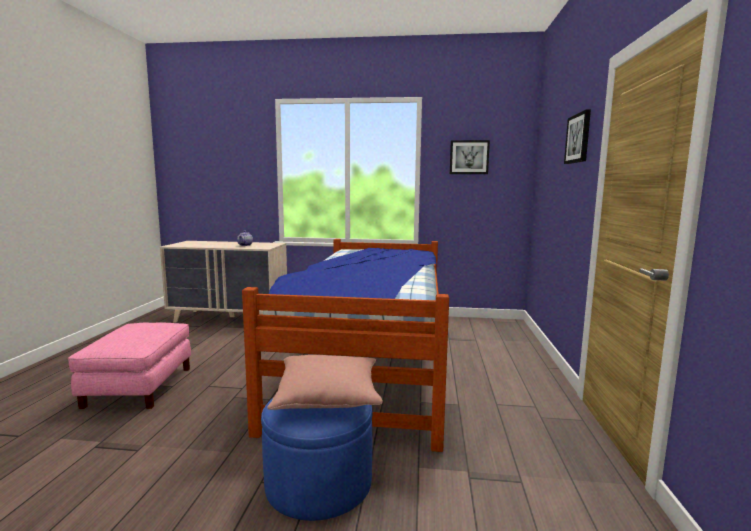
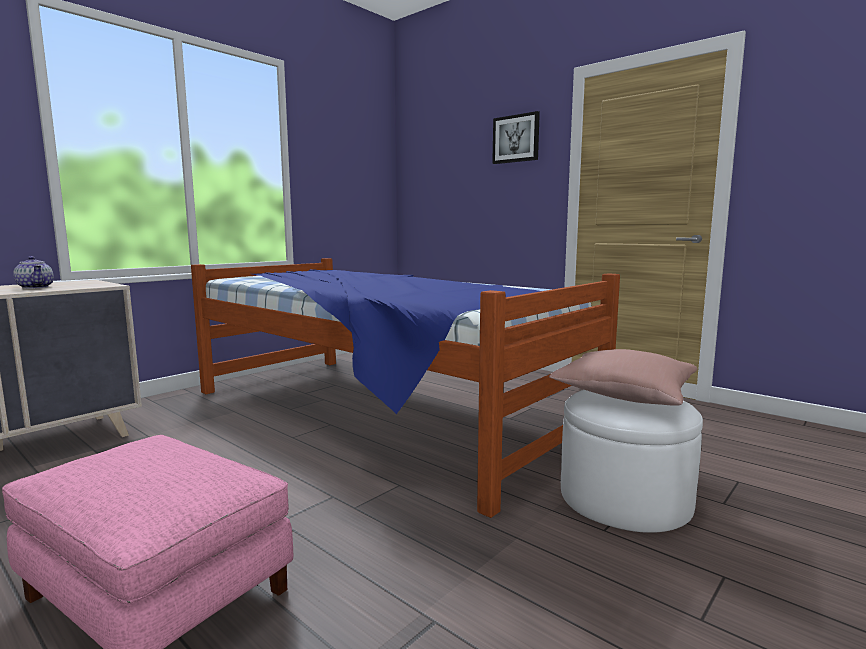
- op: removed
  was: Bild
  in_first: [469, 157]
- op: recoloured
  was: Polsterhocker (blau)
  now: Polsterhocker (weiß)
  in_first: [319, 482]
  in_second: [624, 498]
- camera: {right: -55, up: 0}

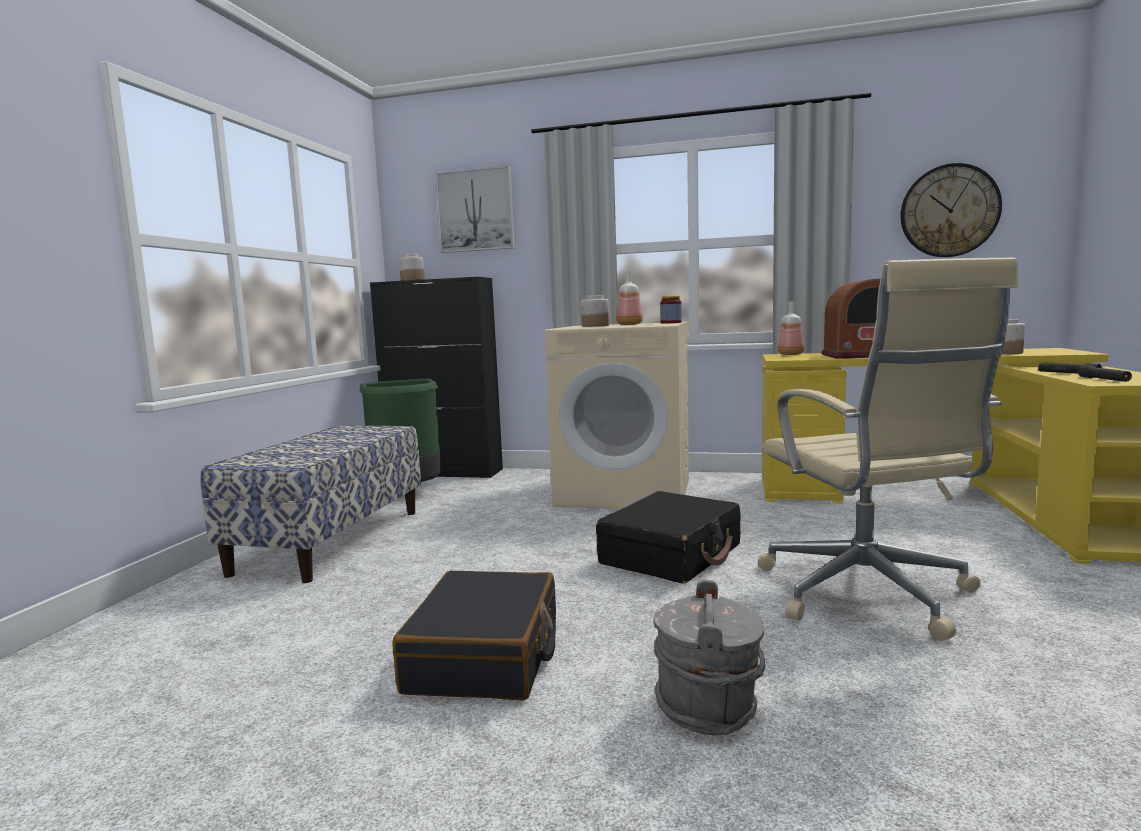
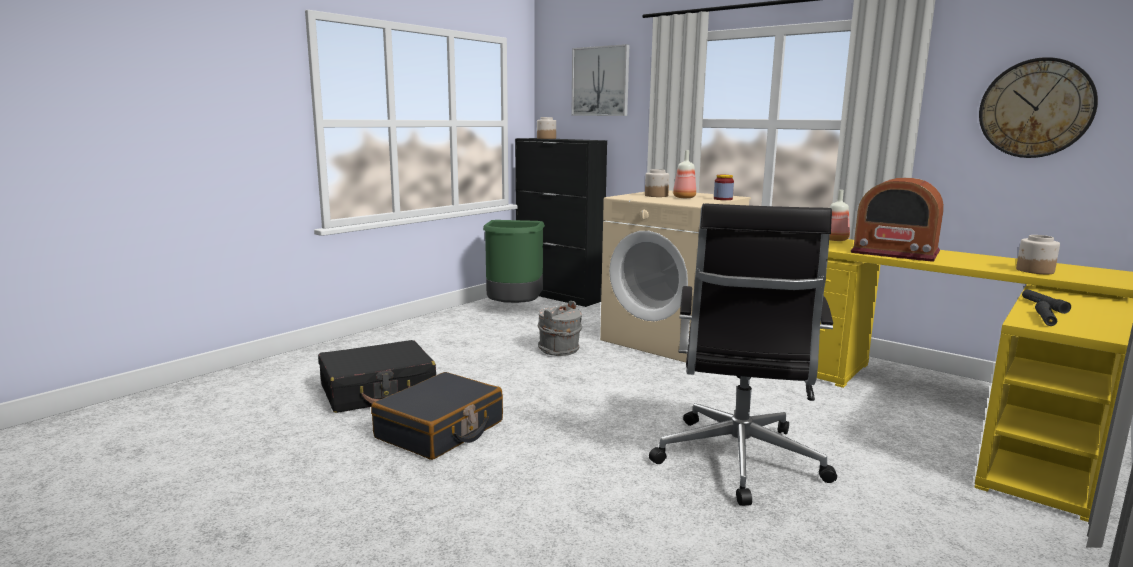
- op: removed
  was: Bank
  in_first: [331, 540]
- op: moved
  was: Koffer (schwarz)
  in_first: [671, 554]
  in_second: [378, 391]
- op: moved
  was: Eimer (grau)
  in_first: [708, 708]
  in_second: [559, 350]
- op: recoloured
  was: Bürostuhl (beige)
  now: Bürostuhl (schwarz)
  in_first: [868, 595]
  in_second: [738, 462]
- camera: {right: 25, up: 5}

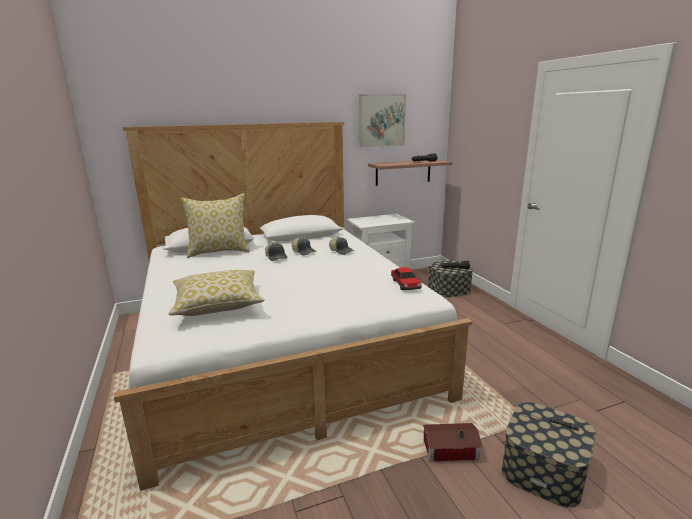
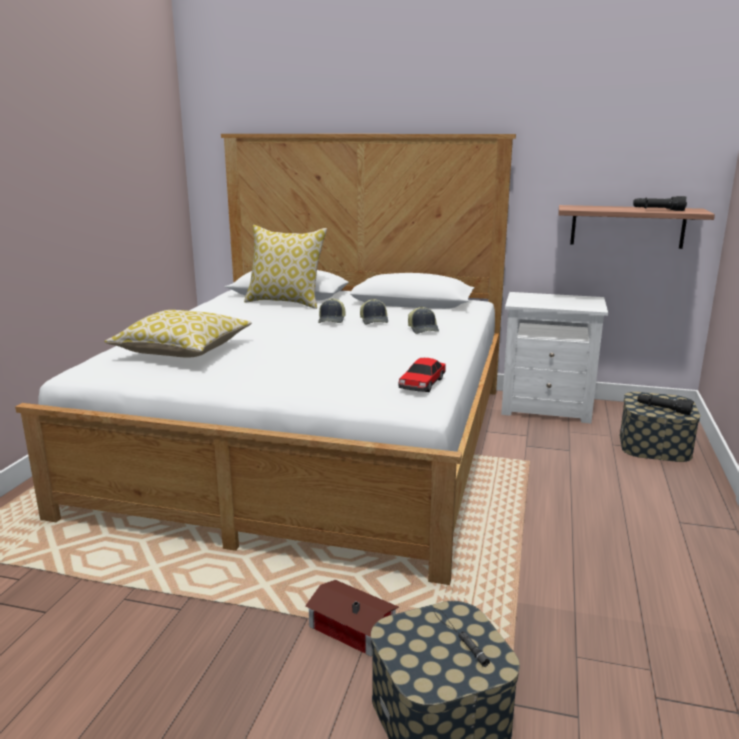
- op: removed
  was: Bild
  in_first: [381, 120]
- camera: {right: 35, up: 0}

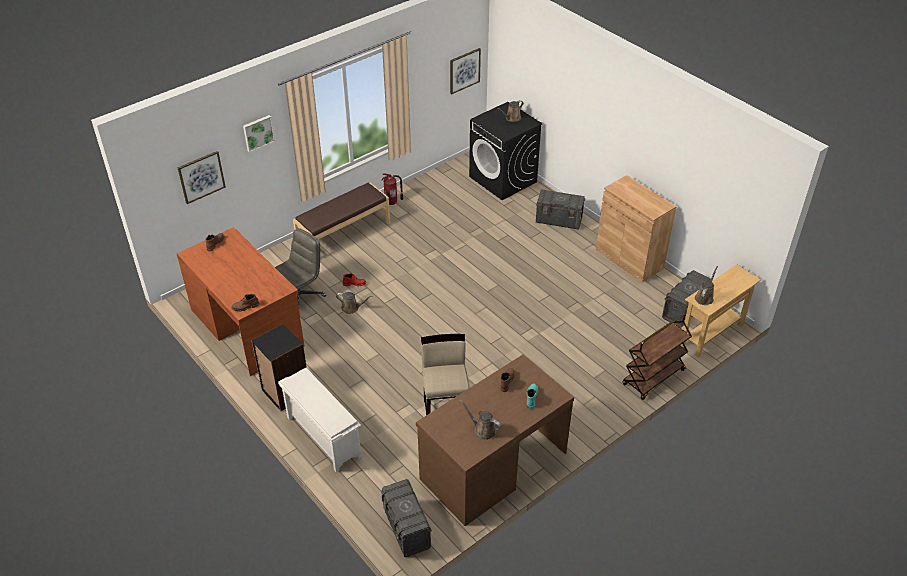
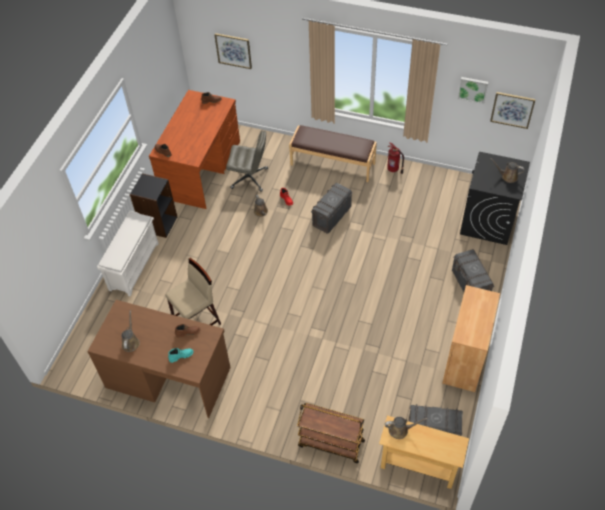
- op: moved
  was: Bild
  in_first: [258, 133]
  in_second: [473, 89]
- op: moved
  was: Aufbewahrungsbox (grau)
  in_first: [406, 529]
  in_second: [331, 216]
- camera: {right: 60, up: 10}

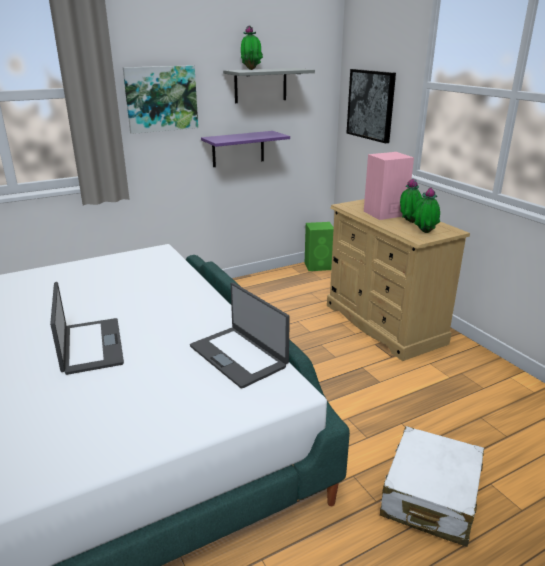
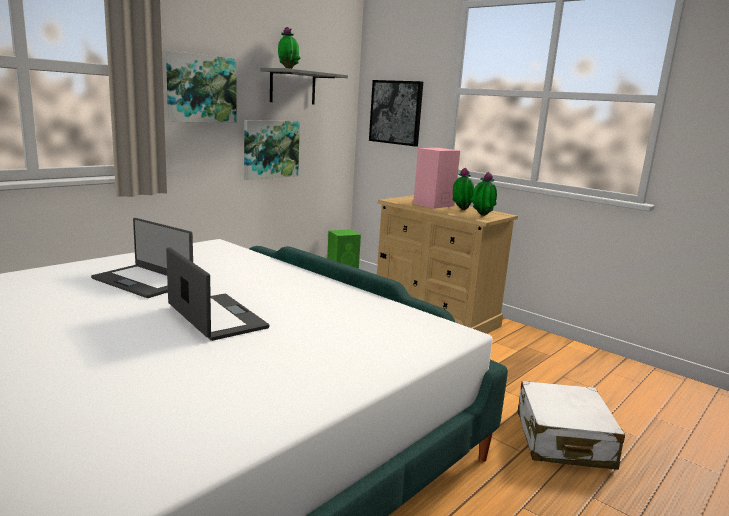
- op: moved
  was: Laptop
  in_first: [239, 356]
  in_second: [143, 281]
- op: replaced
  was: Wandregal (lila)
  now: Bild
  in_first: [238, 149]
  in_second: [270, 149]
- camera: {right: -20, up: -10}

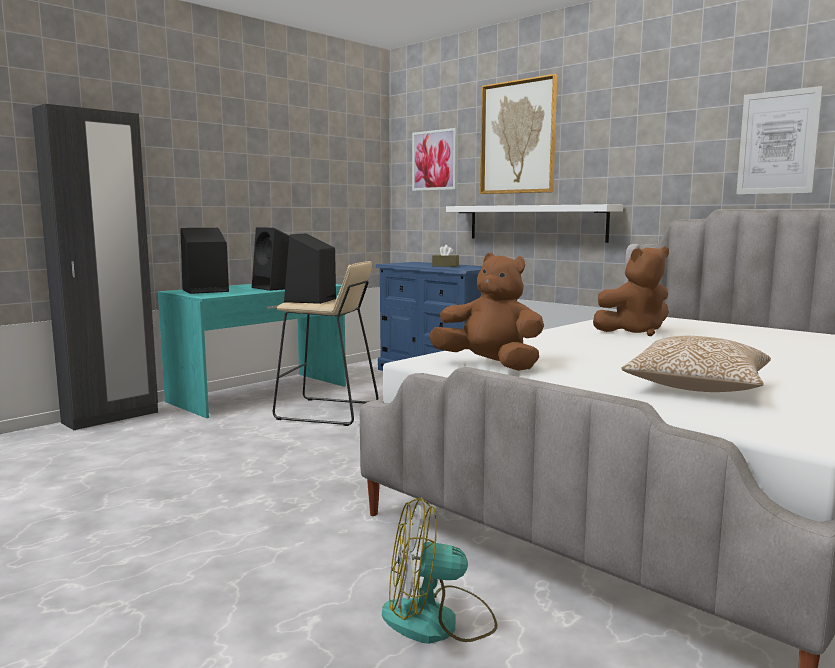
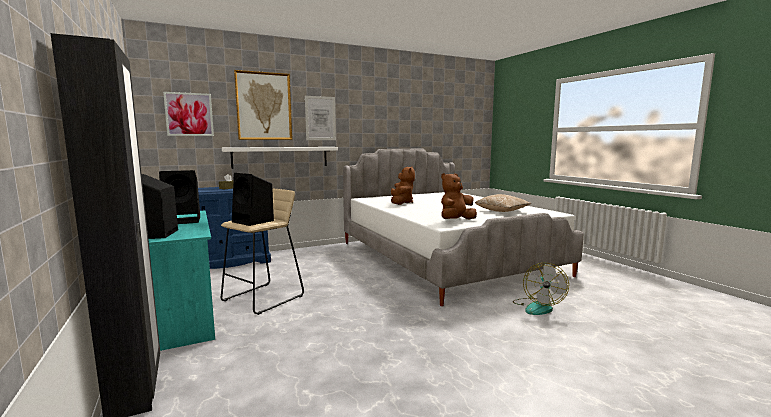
- op: moved
  was: Bild
  in_first: [778, 142]
  in_second: [320, 118]
- camera: {right: -70, up: 0}

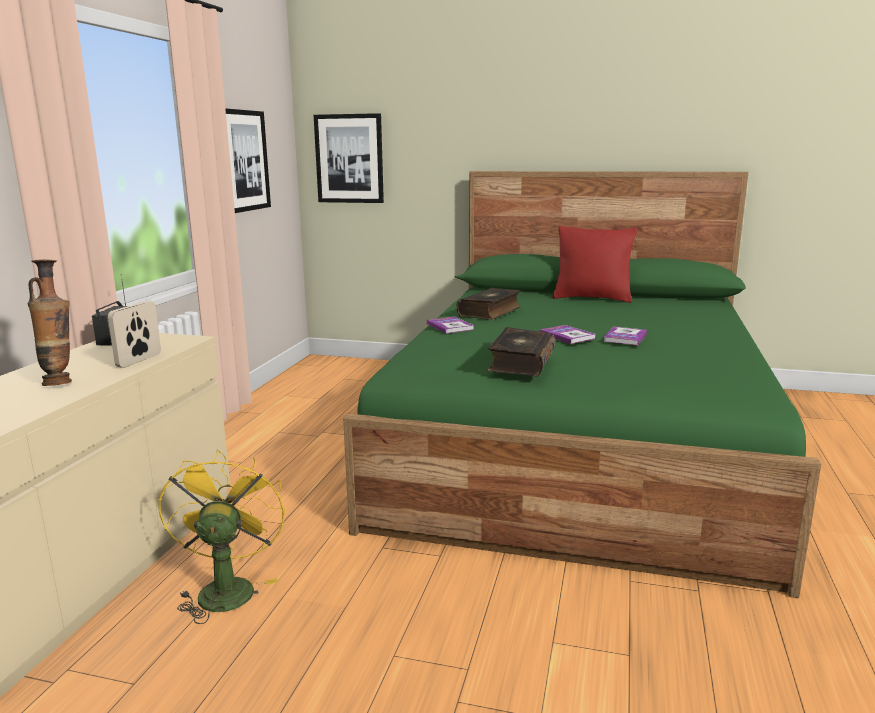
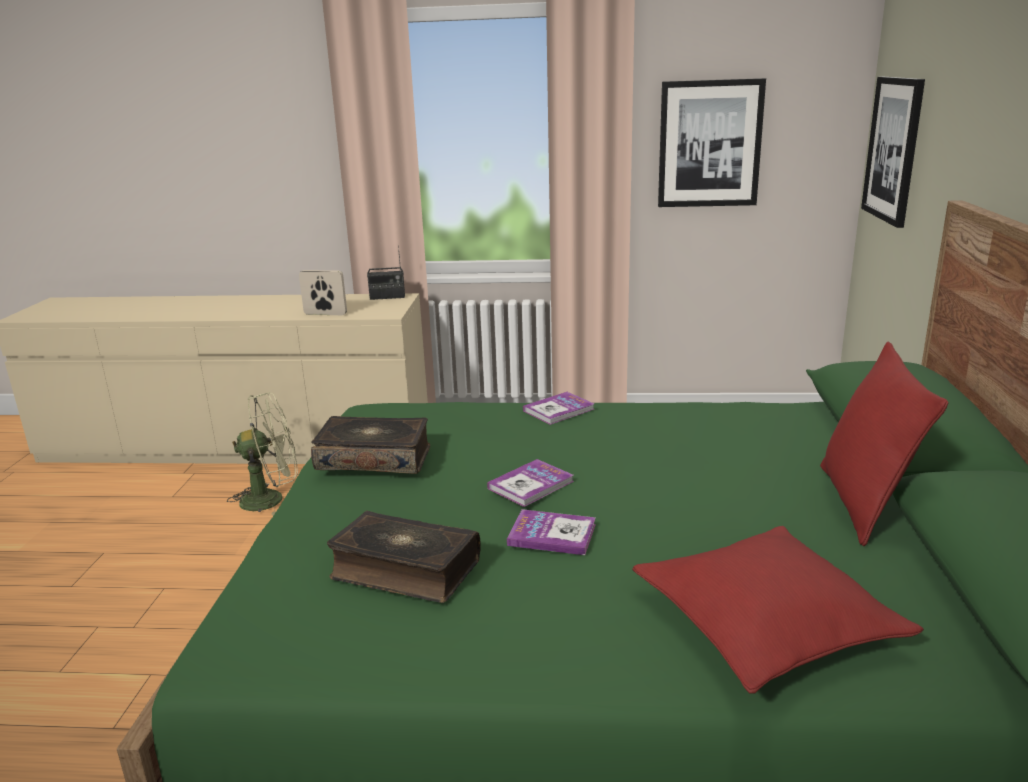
- op: removed
  was: Vase
  in_first: [60, 382]
- op: added
  now: Kissen (rot)
  in_second: [765, 623]
- op: moved
  was: Buch
  in_first: [490, 312]
  in_second: [404, 570]
- op: recoloured
  was: Ventilator (gelb)
  now: Ventilator (grün)
  in_first: [226, 588]
  in_second: [272, 499]
- camera: {right: 80, up: 5}

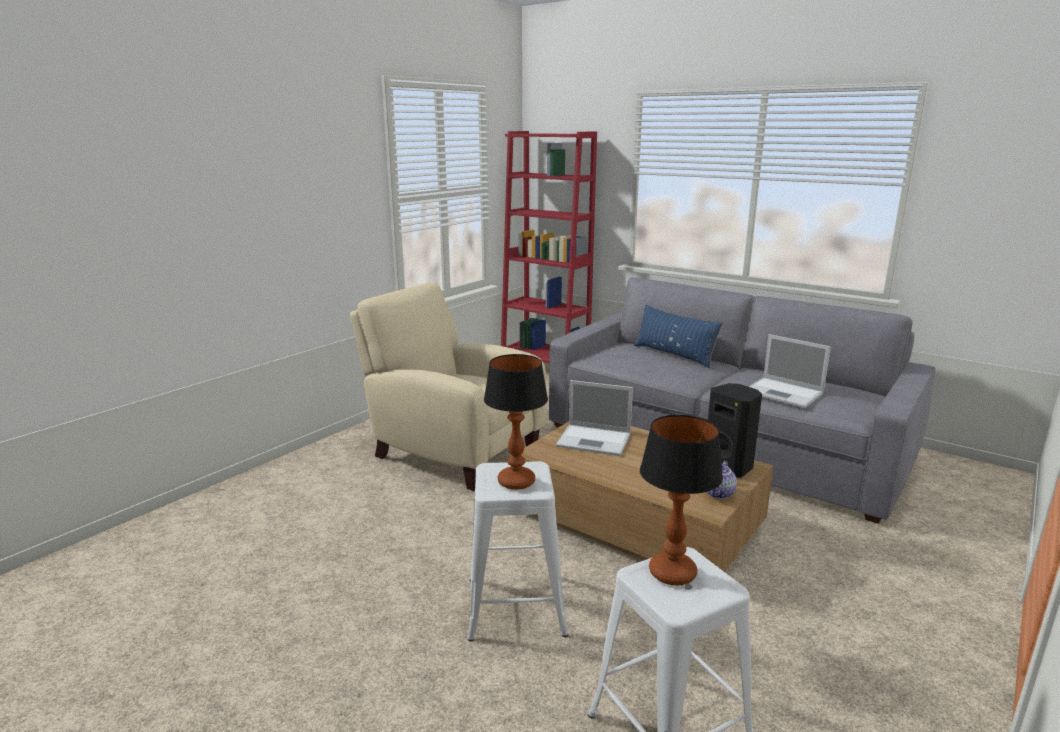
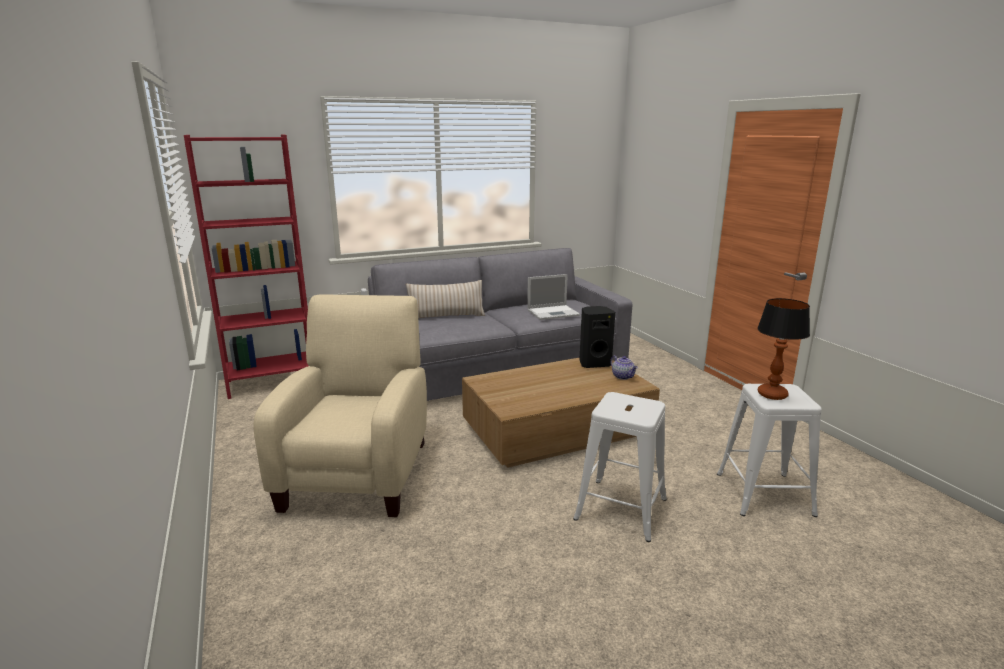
- op: removed
  was: Tischlampe
  in_first: [517, 481]
- op: removed
  was: Laptop
  in_first: [595, 440]
- op: recoloured
  was: Kissen (blau)
  now: Kissen (beige)
  in_first: [674, 354]
  in_second: [446, 316]
- op: turned
  was: Sessel (beige)
  in_first: [452, 450]
  in_second: [360, 471]
  clockwise: 120
- camera: {right: -60, up: 0}

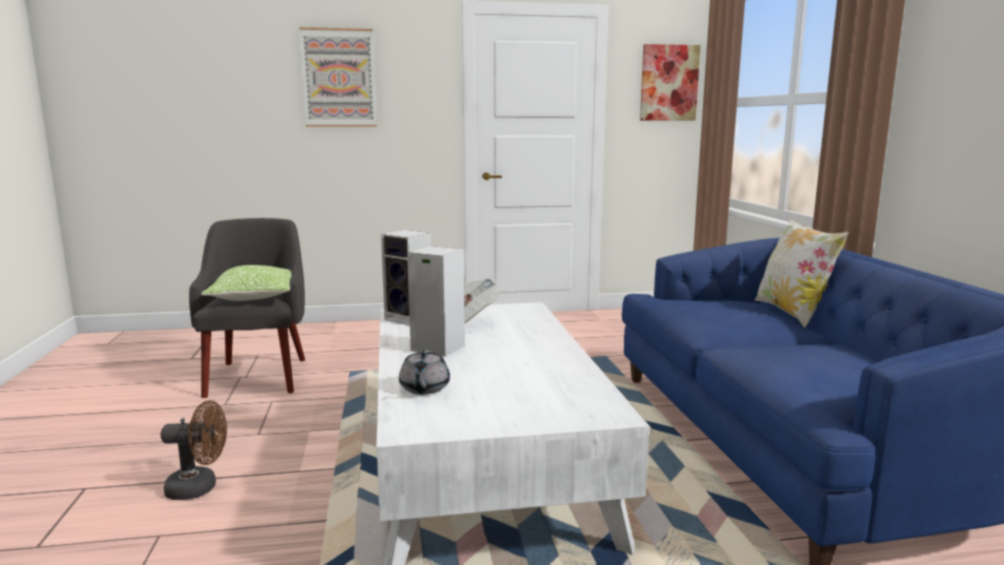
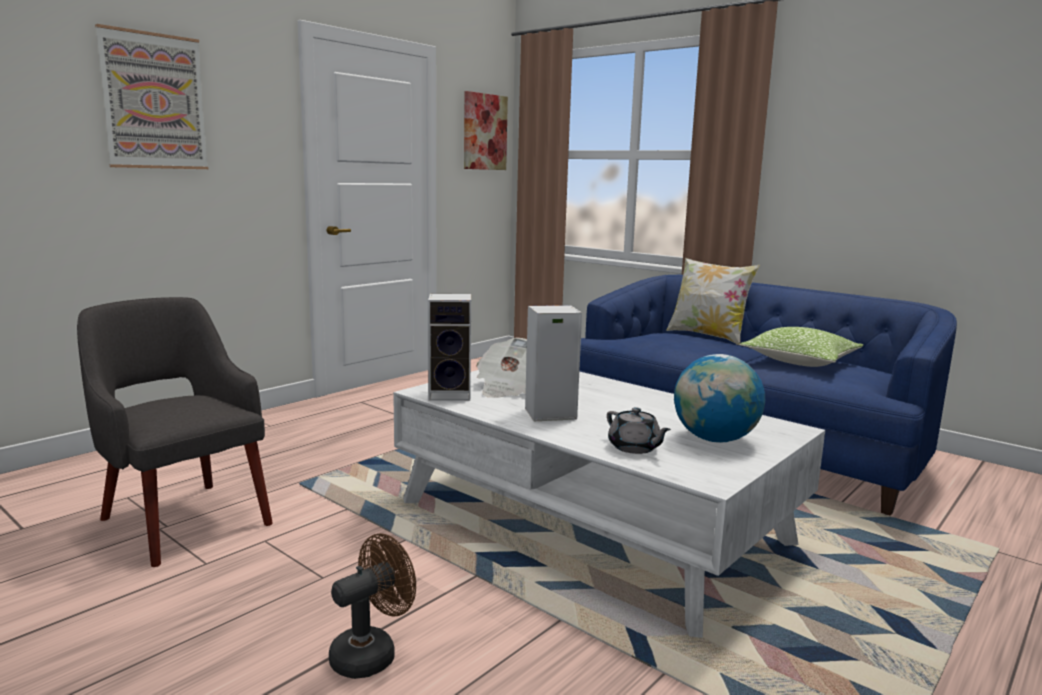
- op: added
  now: Globus
  in_second: [714, 439]
- op: moved
  was: Kissen
  in_first: [255, 296]
  in_second: [800, 361]
- camera: {right: -40, up: 0}

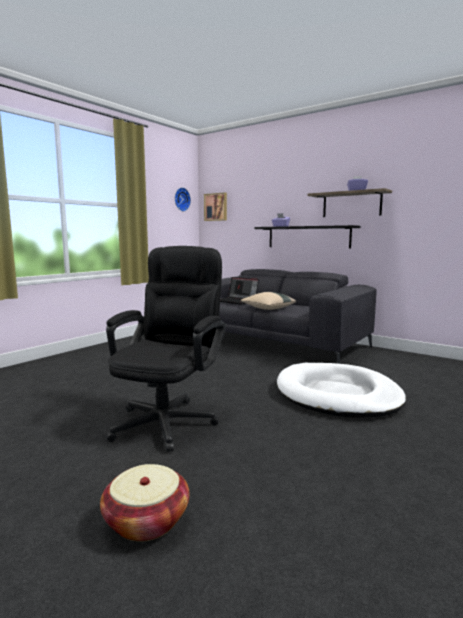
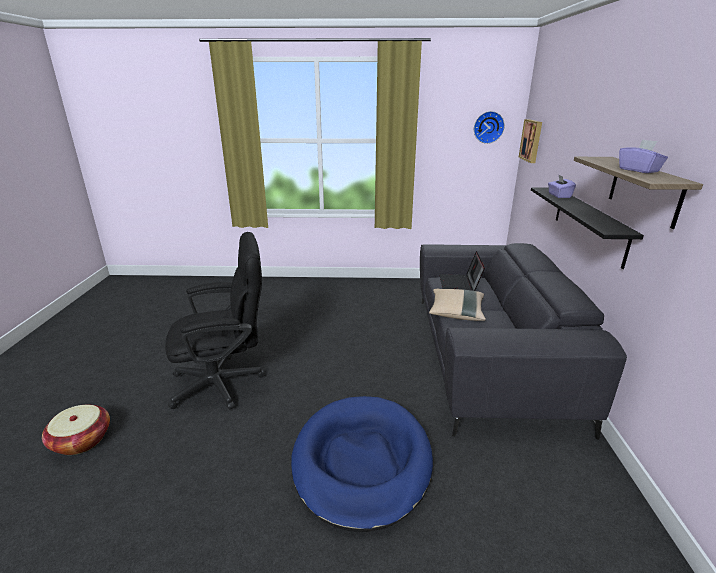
- op: recoloured
  was: Hundebett (weiß)
  now: Hundebett (blau)
  in_first: [337, 395]
  in_second: [362, 462]
- camera: {right: 55, up: 15}

